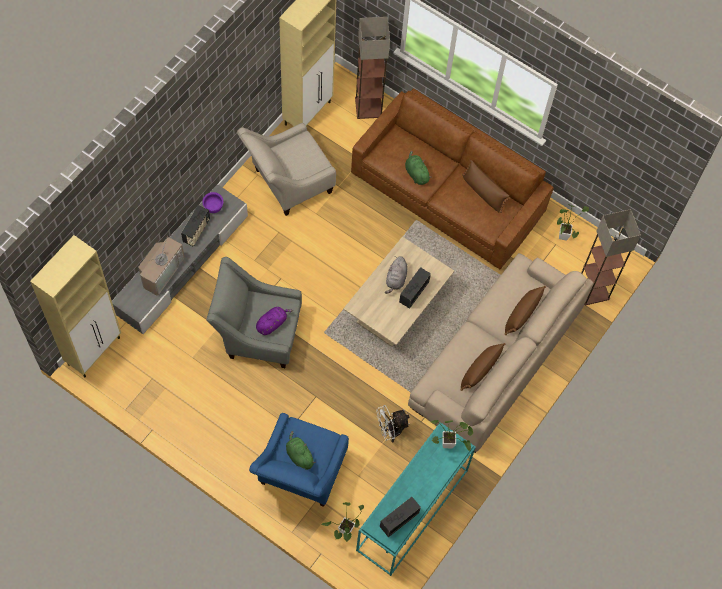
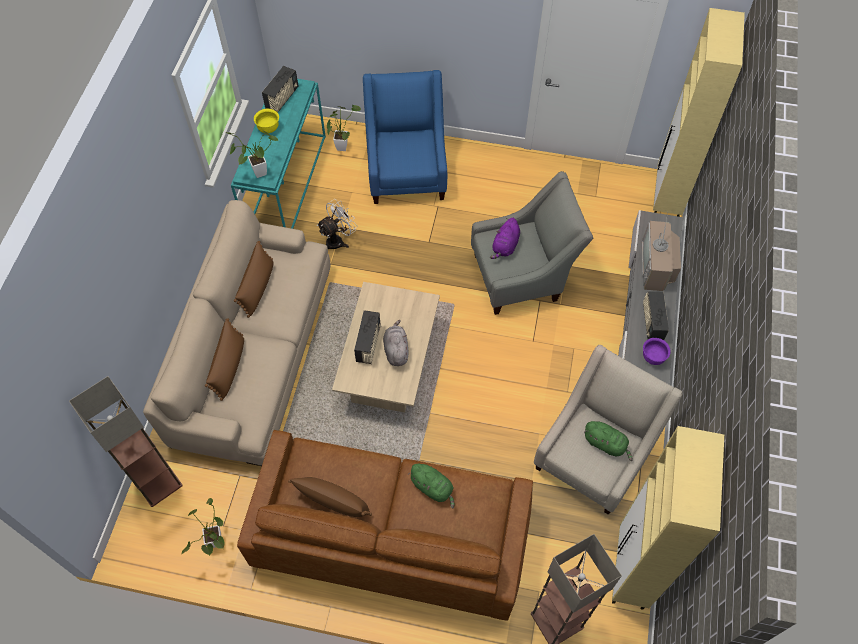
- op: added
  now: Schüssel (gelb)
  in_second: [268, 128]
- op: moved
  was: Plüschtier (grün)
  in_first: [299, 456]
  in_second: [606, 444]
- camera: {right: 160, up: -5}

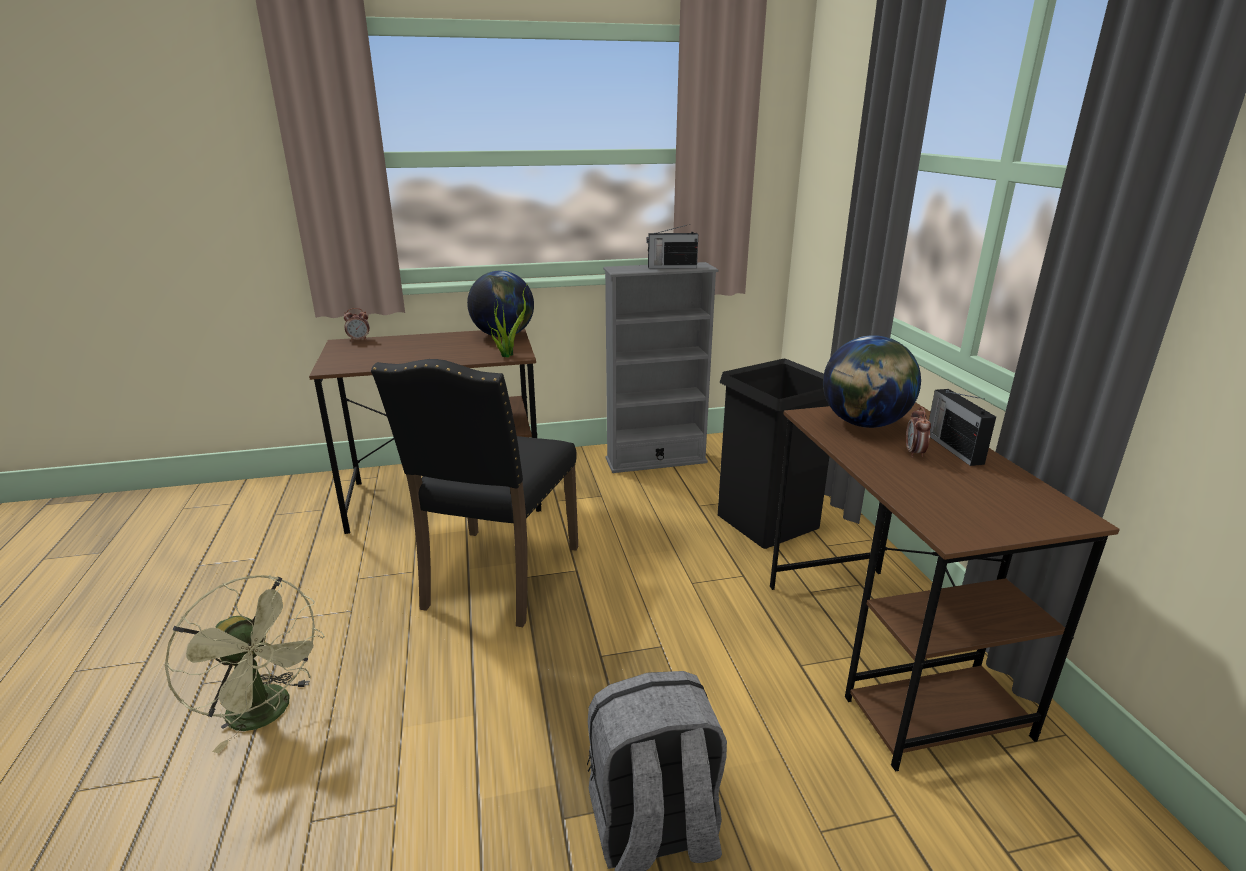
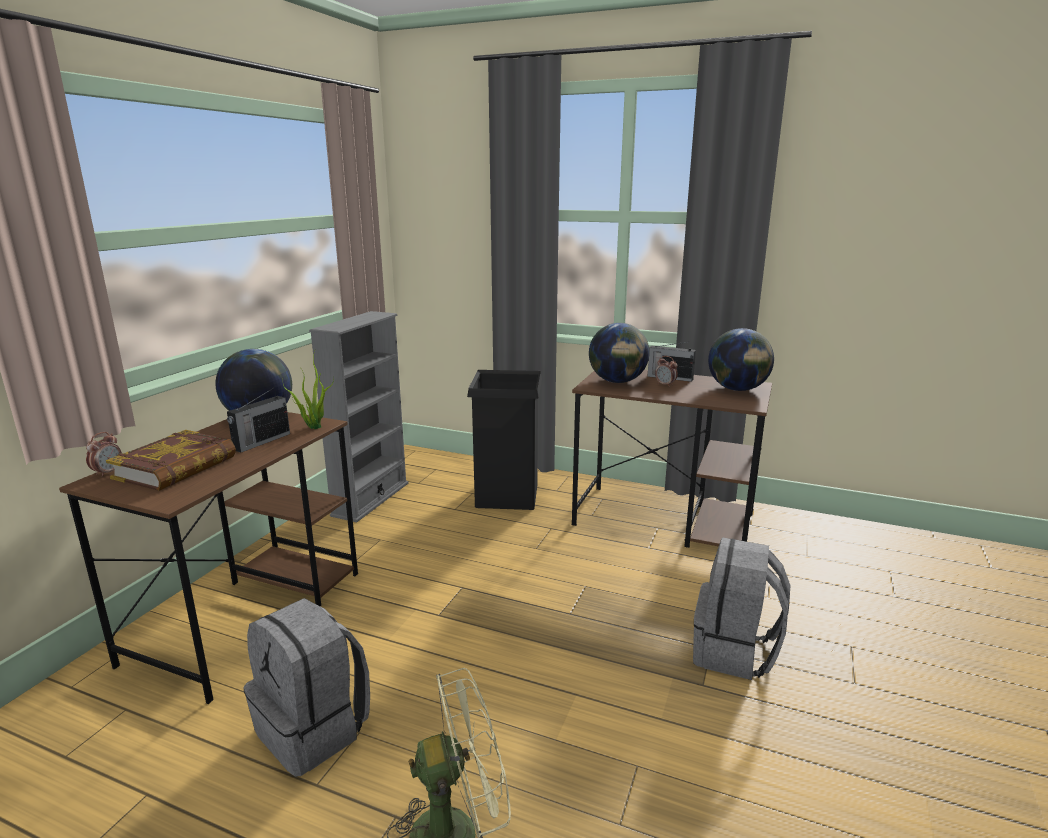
- op: removed
  was: Stuhl (schwarz)
  in_first: [497, 578]
- op: added
  now: Buch
  in_second: [176, 467]
- op: added
  now: Rucksack (grau)
  in_second: [314, 729]
- op: added
  now: Globus
  in_second: [737, 389]
- op: moved
  was: Radio
  in_first: [671, 267]
  in_second: [261, 442]
- camera: {right: -55, up: -5}

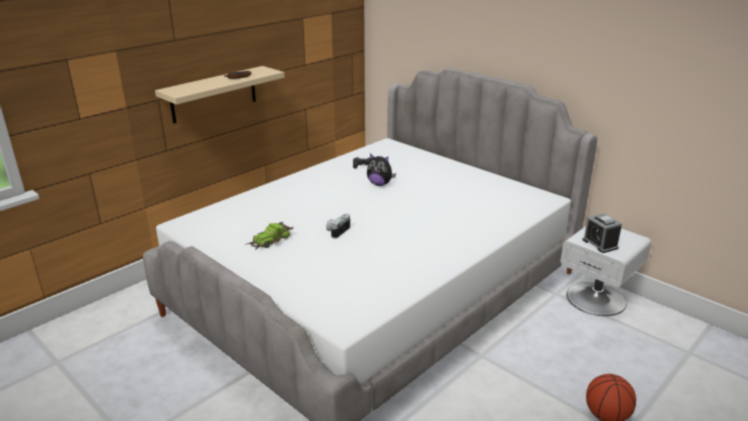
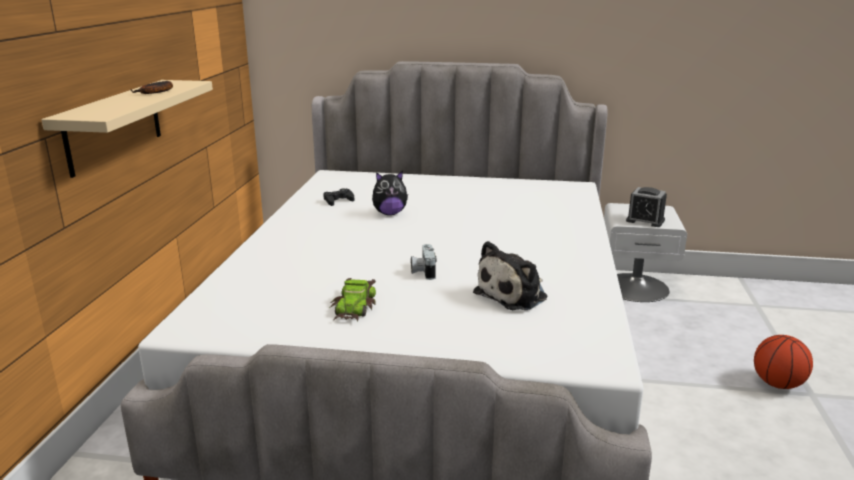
- op: added
  now: Plüschtier
  in_second: [514, 295]
- camera: {right: -35, up: -5}

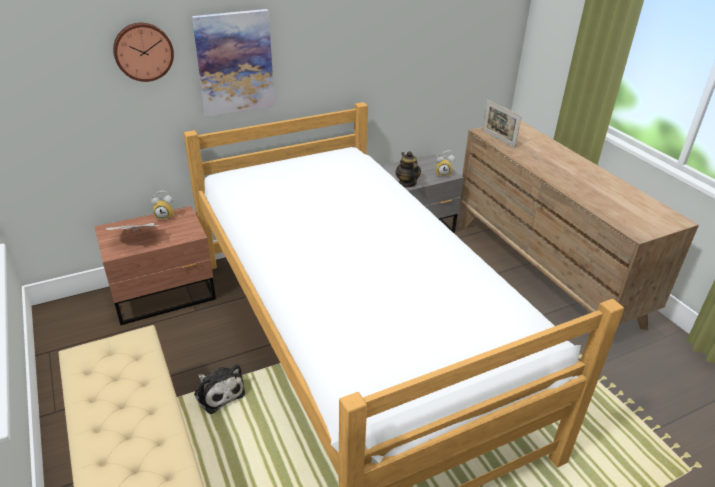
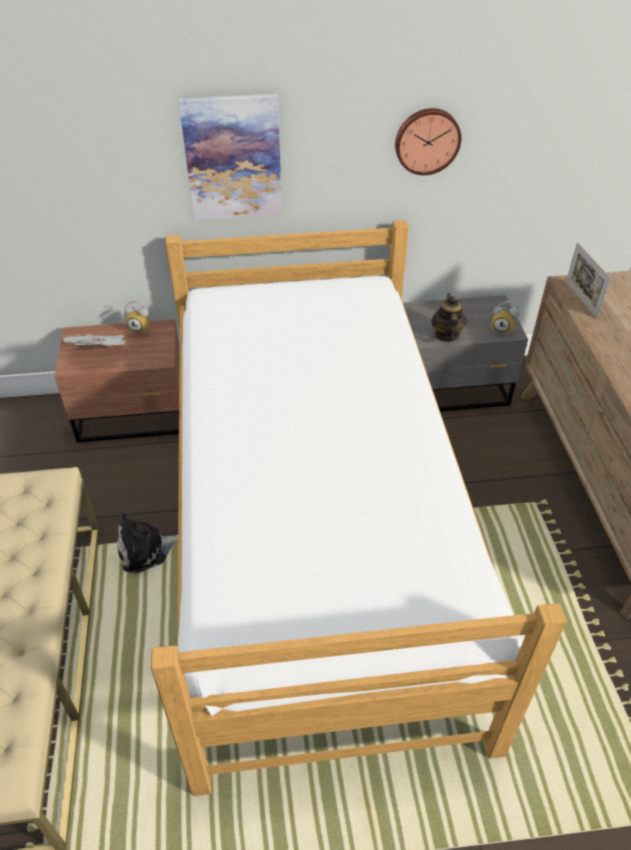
- op: moved
  was: Wanduhr
  in_first: [143, 51]
  in_second: [427, 140]
- op: turned
  was: Plüschtier
  in_first: [218, 392]
  in_second: [145, 550]
  clockwise: 90
- camera: {right: 20, up: 10}

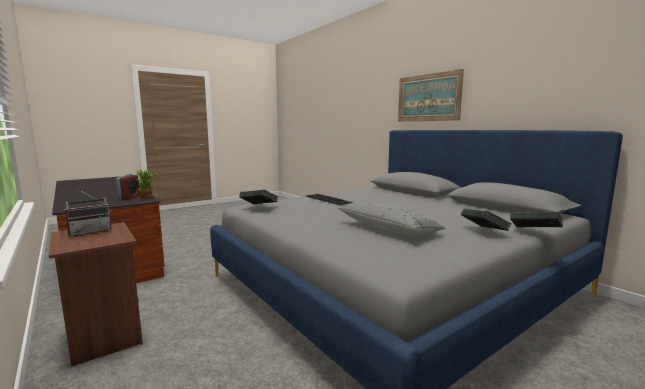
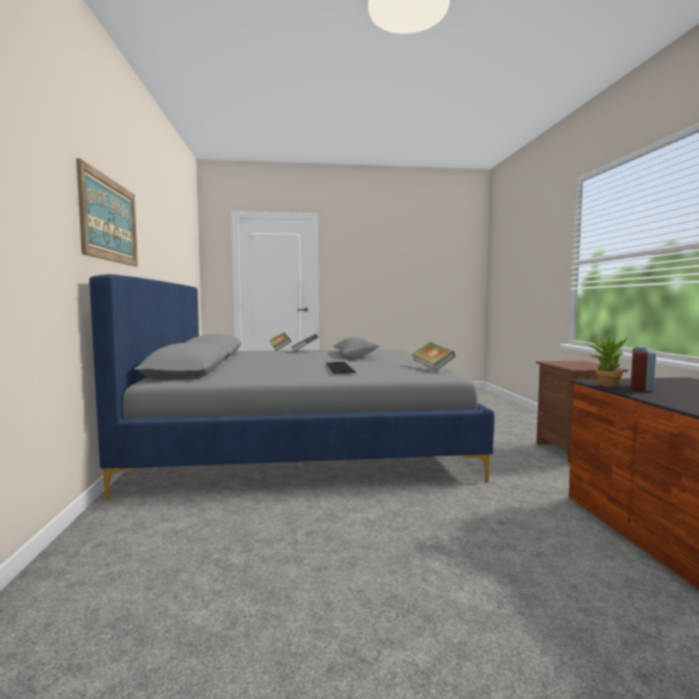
- op: removed
  was: Radio
  in_first: [90, 232]
- camera: {right: -150, up: -5}

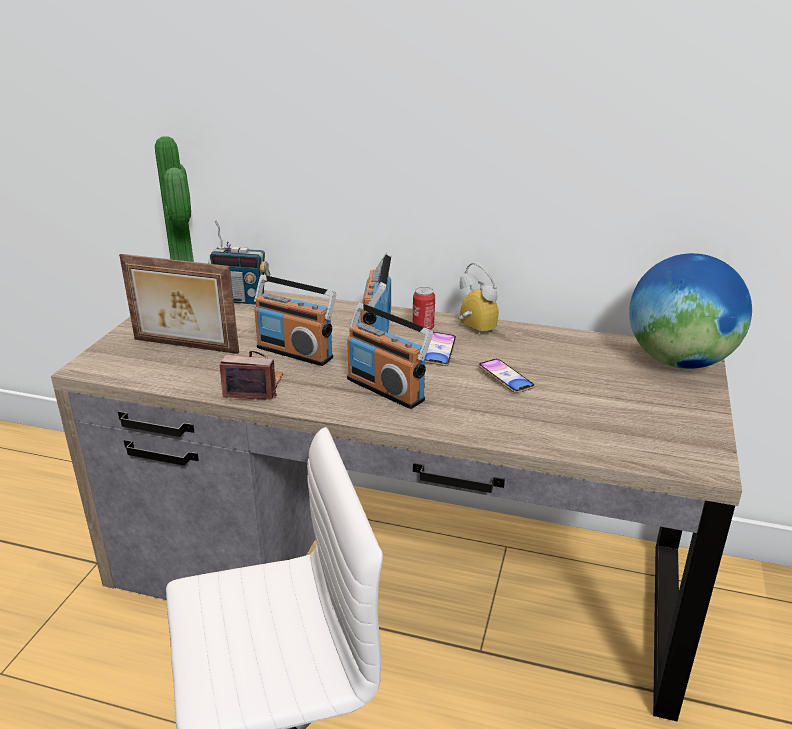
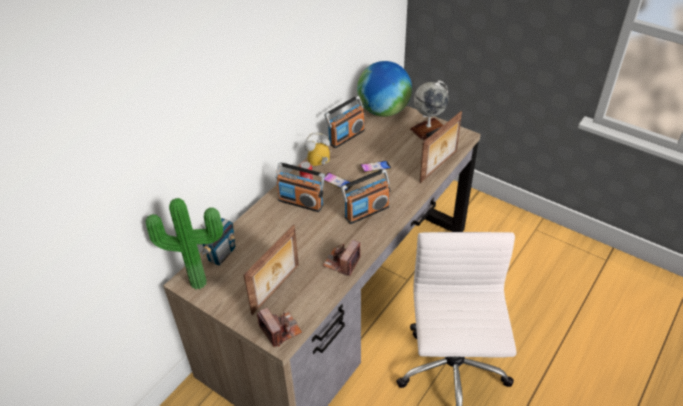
- op: added
  now: Kamera
  in_second: [280, 330]
- op: added
  now: Globus
  in_second: [428, 129]
- op: added
  now: Bilderrahmen
  in_second: [439, 167]
- op: moved
  was: Radio
  in_first: [295, 352]
  in_second: [346, 136]
- camera: {right: -70, up: 15}

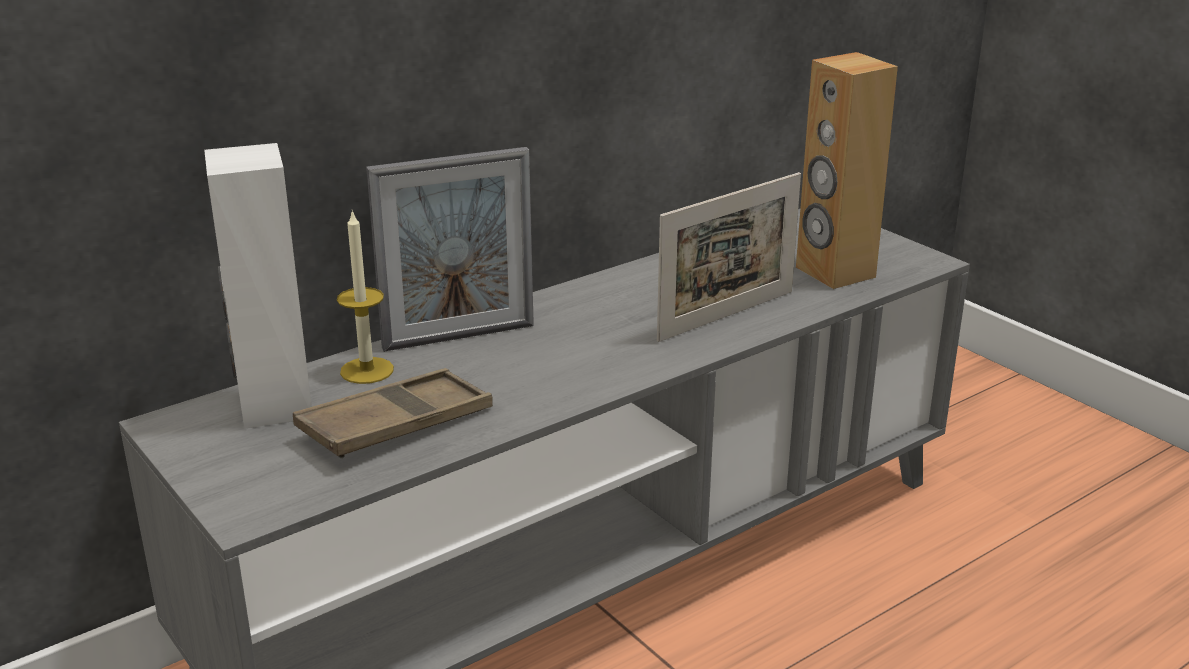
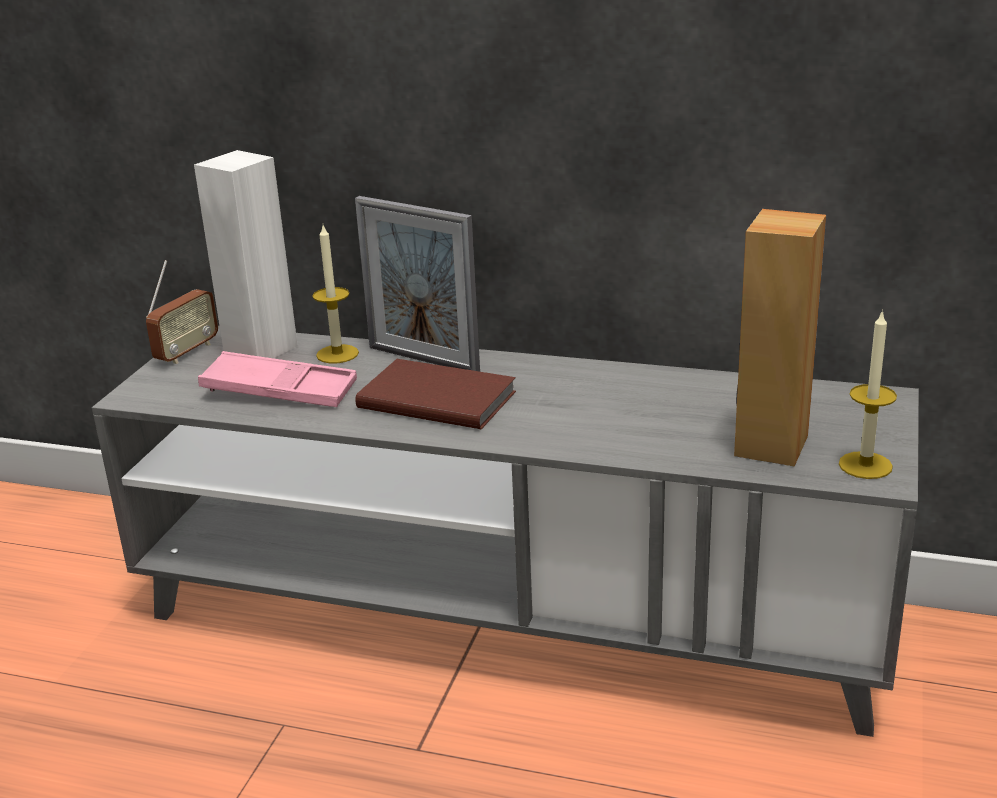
- op: removed
  was: Bilderrahmen
  in_first: [726, 315]
- op: added
  now: Radio
  in_second: [187, 352]
- op: added
  now: Buch (braun)
  in_second: [436, 398]
- op: added
  now: Kerze
  in_second: [865, 465]
- op: recoloured
  was: Tablett (braun)
  now: Tablett (rosa)
  in_first: [396, 424]
  in_second: [280, 390]
- camera: {right: 55, up: 0}

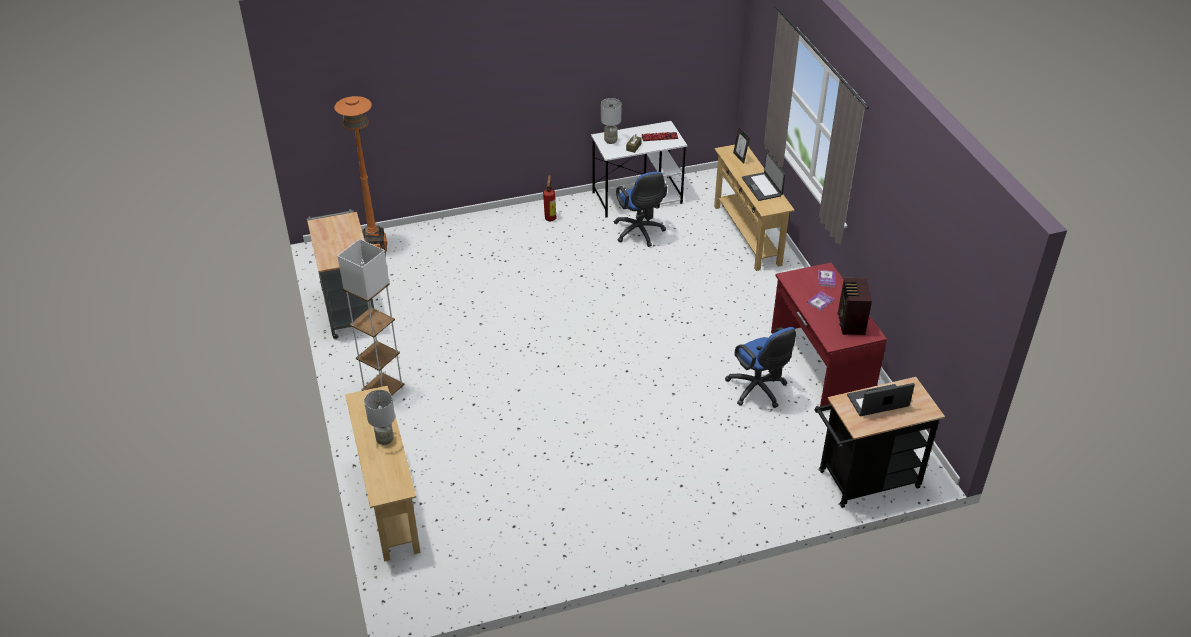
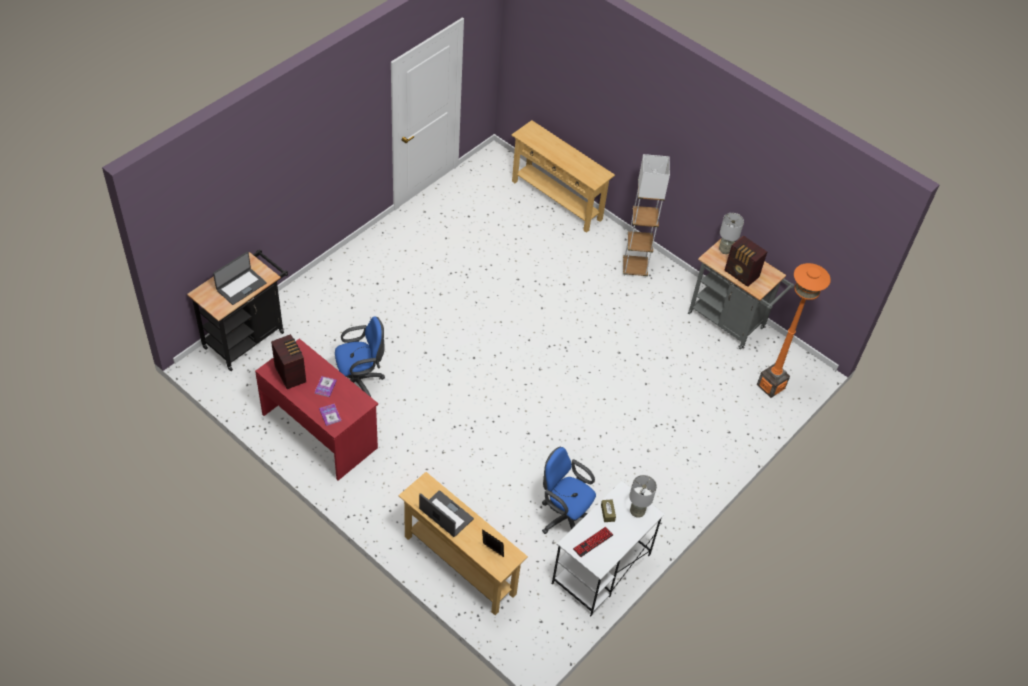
- op: removed
  was: Feuerlöscher
  in_first: [551, 217]
- op: added
  now: Radio
  in_second: [741, 274]
- op: moved
  was: Tischlampe (grau)
  in_first: [385, 439]
  in_second: [724, 250]
- op: turned
  was: Bürostuhl (blau)
  in_first: [758, 391]
  in_second: [360, 383]
  clockwise: 135
- camera: {right: 145, up: 10}

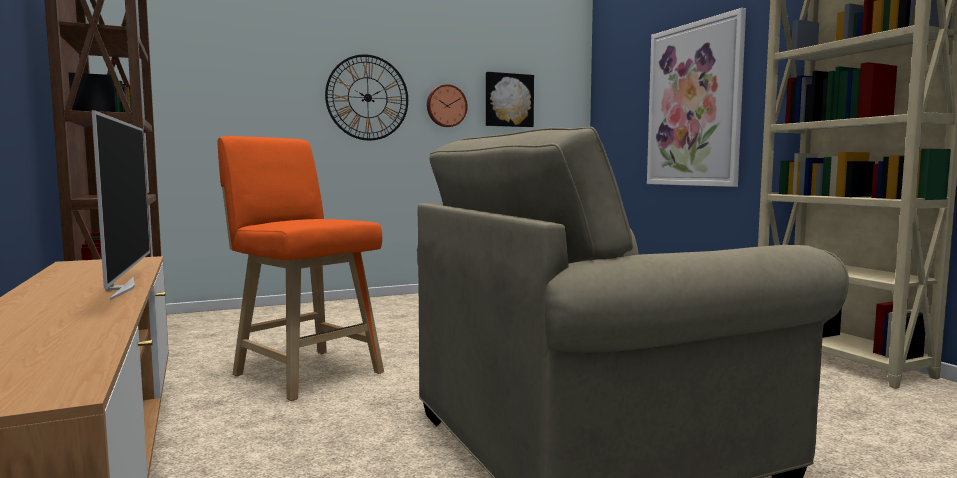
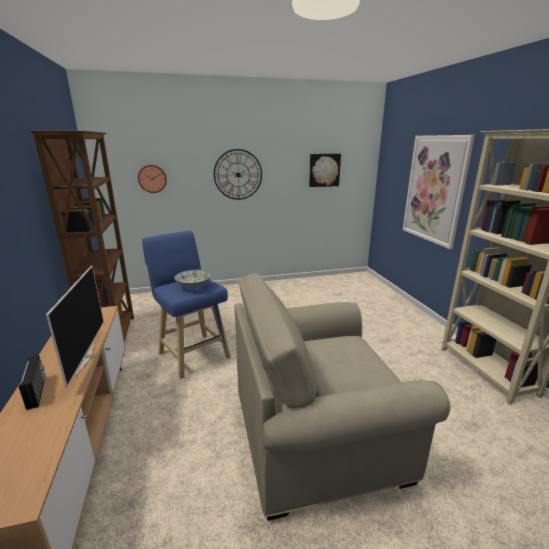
- op: added
  now: Radio
  in_second: [37, 392]
- op: added
  now: Schüssel
  in_second: [194, 286]
- op: moved
  was: Wanduhr
  in_first: [446, 106]
  in_second: [152, 178]
- op: recoloured
  was: Hocker (orange)
  now: Hocker (blau)
  in_first: [304, 372]
  in_second: [192, 353]
- camera: {right: 10, up: 15}

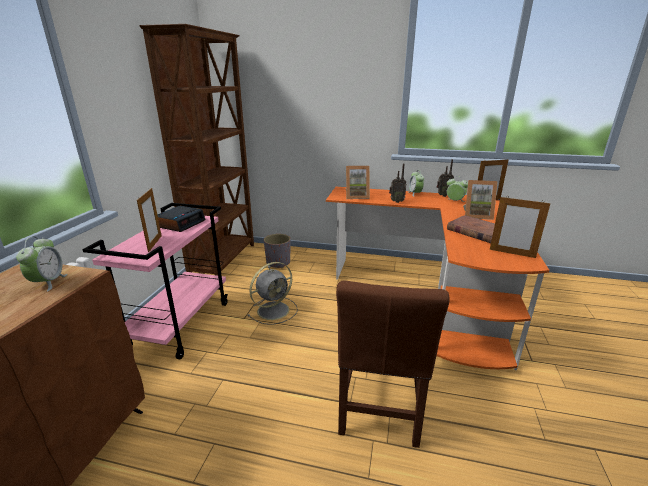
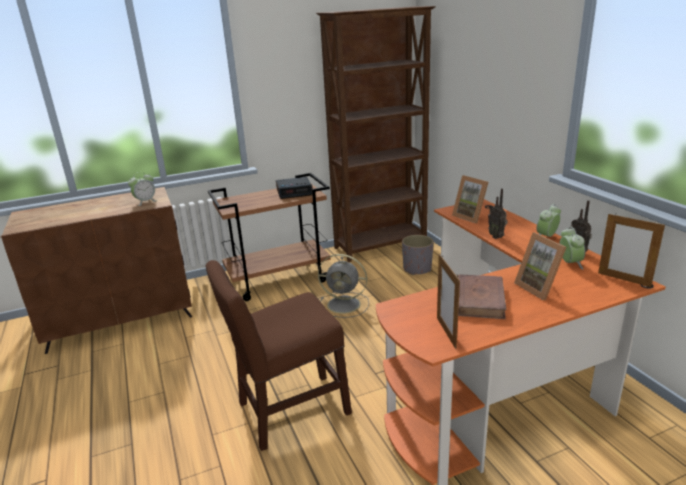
- op: removed
  was: Bilderrahmen
  in_first: [155, 243]
- op: recoloured
  was: Rollwagen (rosa)
  now: Rollwagen (braun)
  in_first: [180, 324]
  in_second: [279, 279]
- camera: {right: 55, up: 0}

